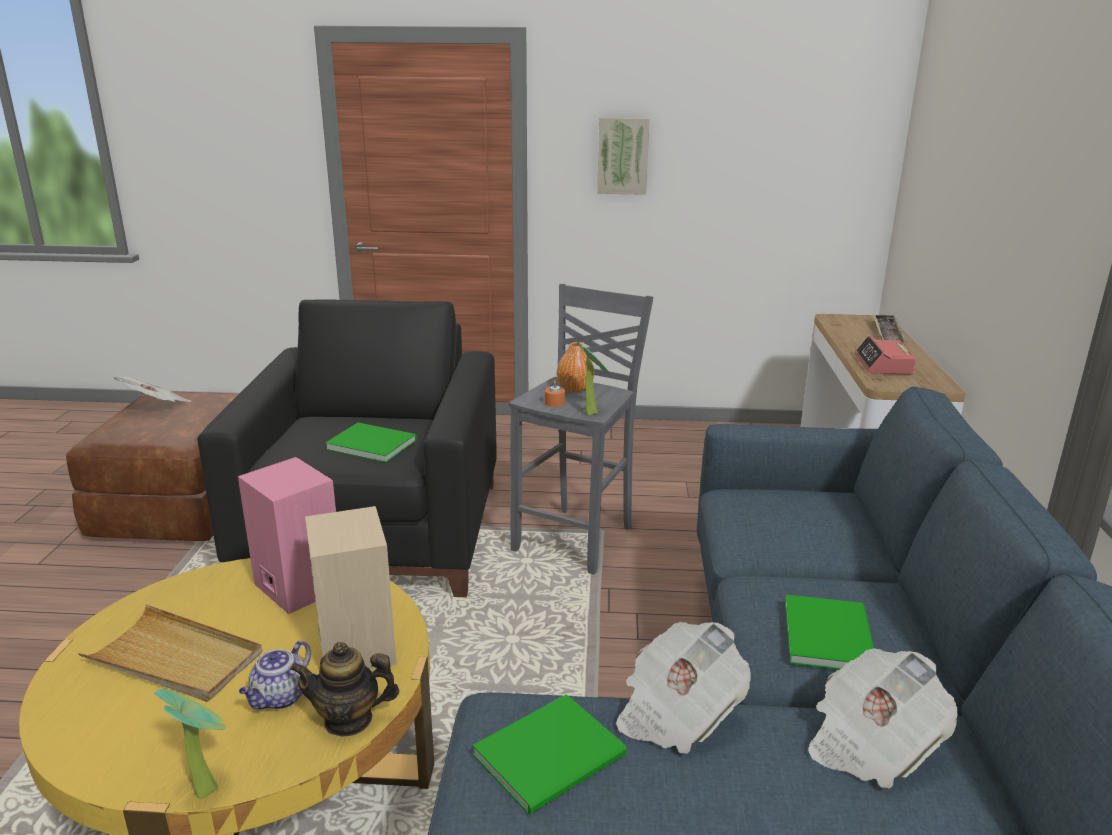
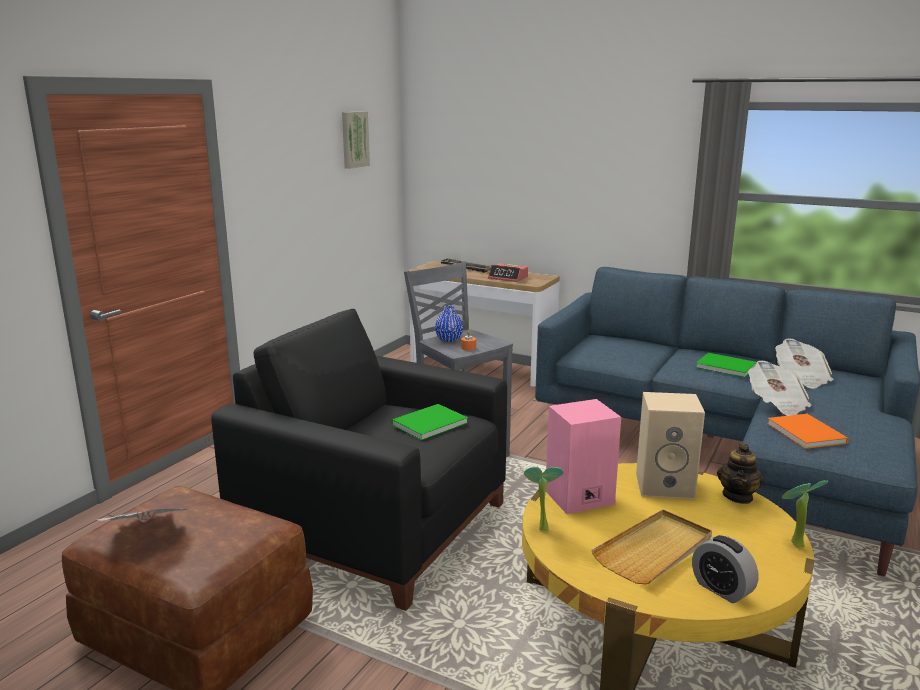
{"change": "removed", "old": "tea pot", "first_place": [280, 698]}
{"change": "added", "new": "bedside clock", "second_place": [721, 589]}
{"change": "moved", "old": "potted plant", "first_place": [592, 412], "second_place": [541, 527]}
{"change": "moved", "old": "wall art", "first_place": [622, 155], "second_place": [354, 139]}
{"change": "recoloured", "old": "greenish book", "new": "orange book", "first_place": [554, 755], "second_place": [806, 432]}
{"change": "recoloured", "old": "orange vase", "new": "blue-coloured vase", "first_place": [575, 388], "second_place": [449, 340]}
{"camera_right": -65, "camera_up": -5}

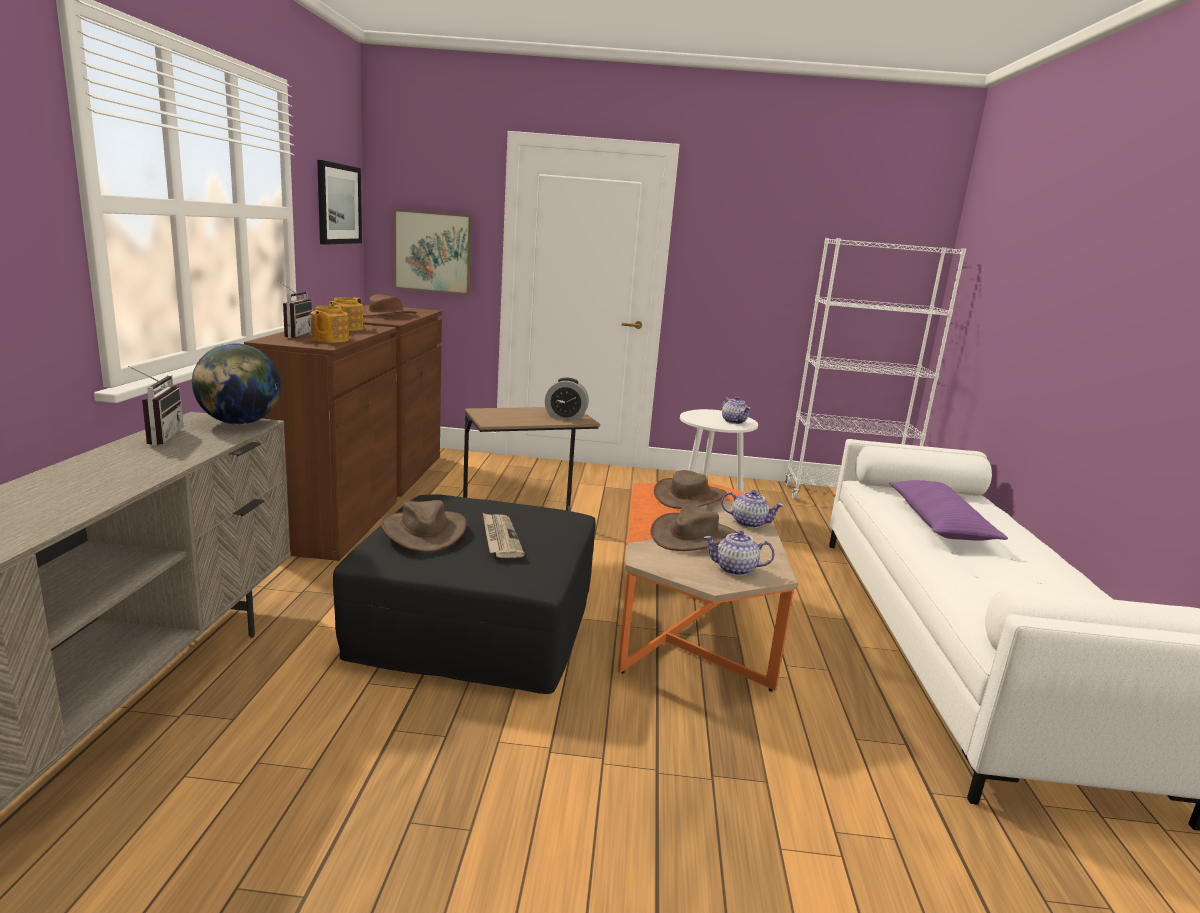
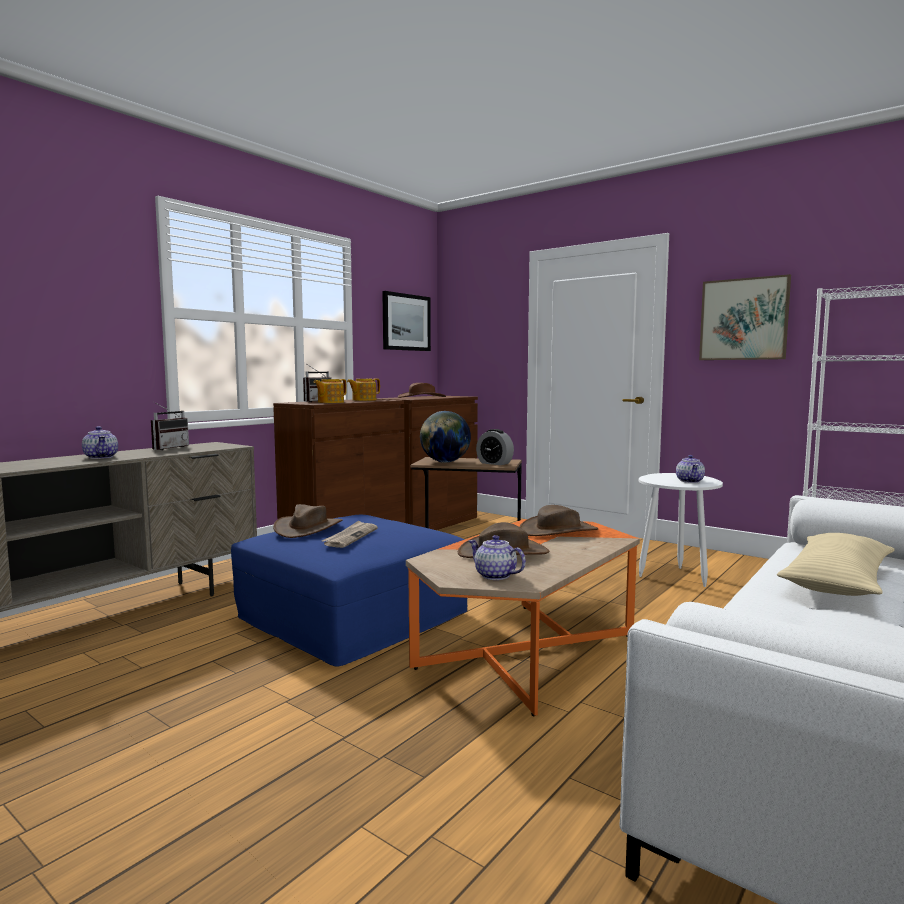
{"change": "moved", "old": "globe", "first_place": [239, 423], "second_place": [445, 462]}
{"change": "moved", "old": "wall art", "first_place": [433, 252], "second_place": [743, 319]}
{"change": "moved", "old": "tea pot", "first_place": [749, 523], "second_place": [101, 457]}
{"change": "recoloured", "old": "black pouffe", "new": "blue-coloured pouffe", "first_place": [476, 623], "second_place": [353, 615]}
{"change": "recoloured", "old": "purplish pillow", "new": "sand-coloured pillow", "first_place": [939, 523], "second_place": [837, 581]}
{"camera_right": 35, "camera_up": -10}

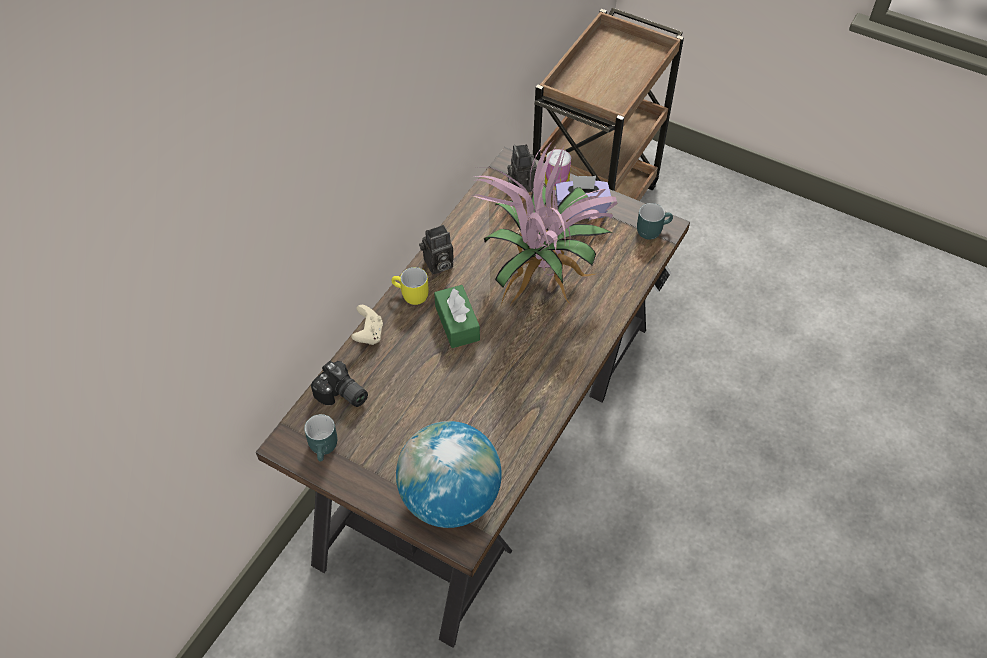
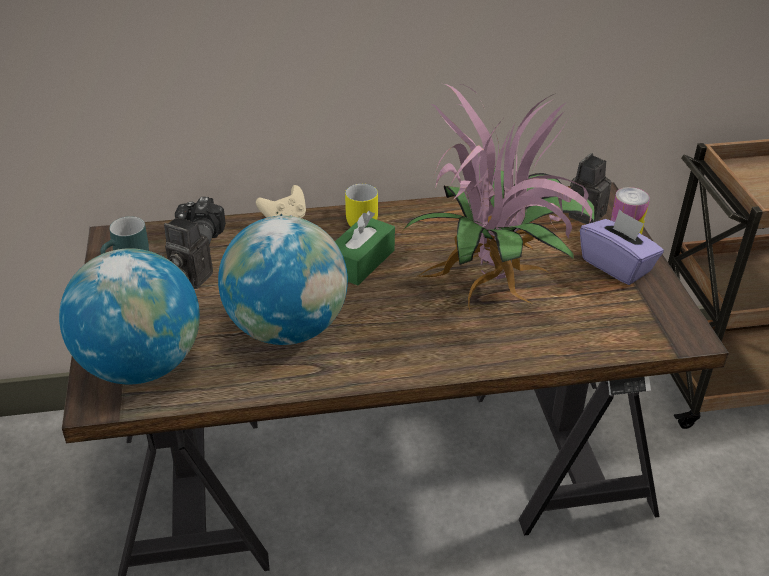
{"change": "removed", "old": "blue-green tea mug", "first_place": [652, 229]}
{"change": "added", "new": "globe", "second_place": [287, 329]}
{"change": "moved", "old": "photo camera", "first_place": [437, 265], "second_place": [188, 278]}
{"camera_right": 50, "camera_up": -15}

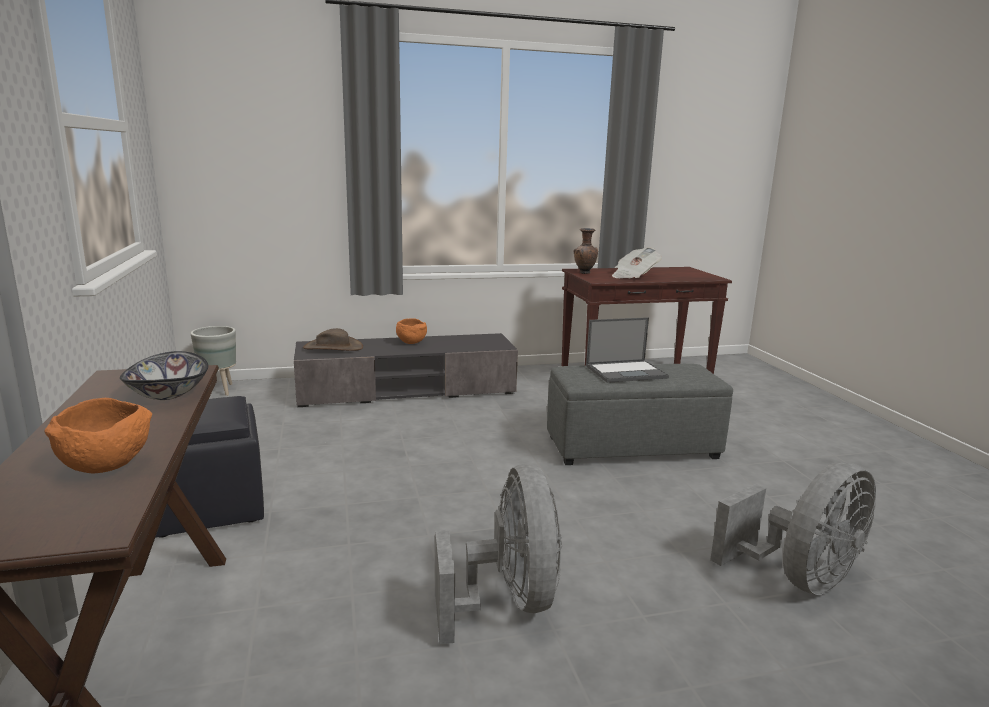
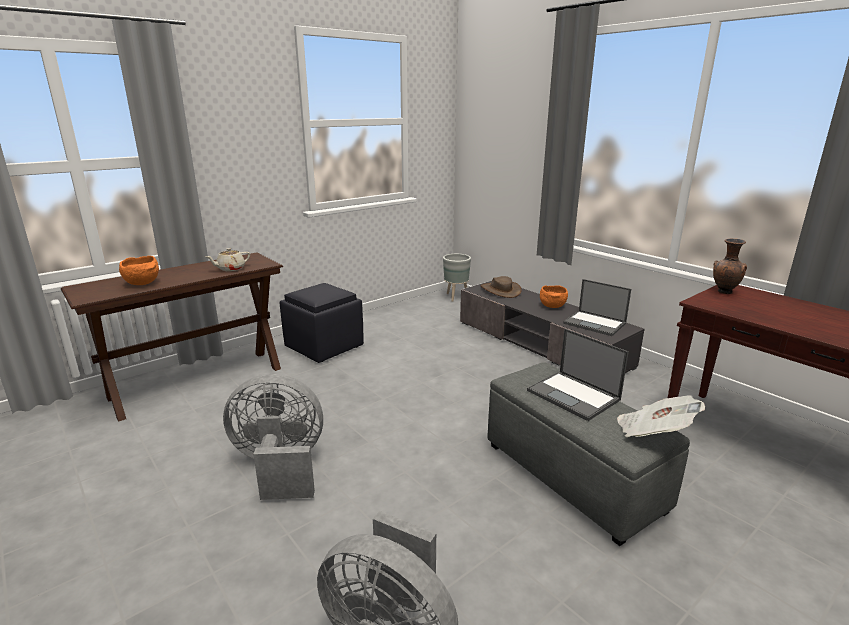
{"change": "added", "new": "portable computer", "second_place": [595, 323]}
{"change": "moved", "old": "daily paper", "first_place": [634, 276], "second_place": [653, 432]}
{"change": "replaced", "old": "deep dish", "new": "sand-coloured tea pot", "first_place": [167, 394], "second_place": [230, 269]}
{"change": "turned", "old": "grey fan", "first_place": [508, 601], "second_place": [280, 467], "degrees": -150}
{"camera_right": 65, "camera_up": 5}

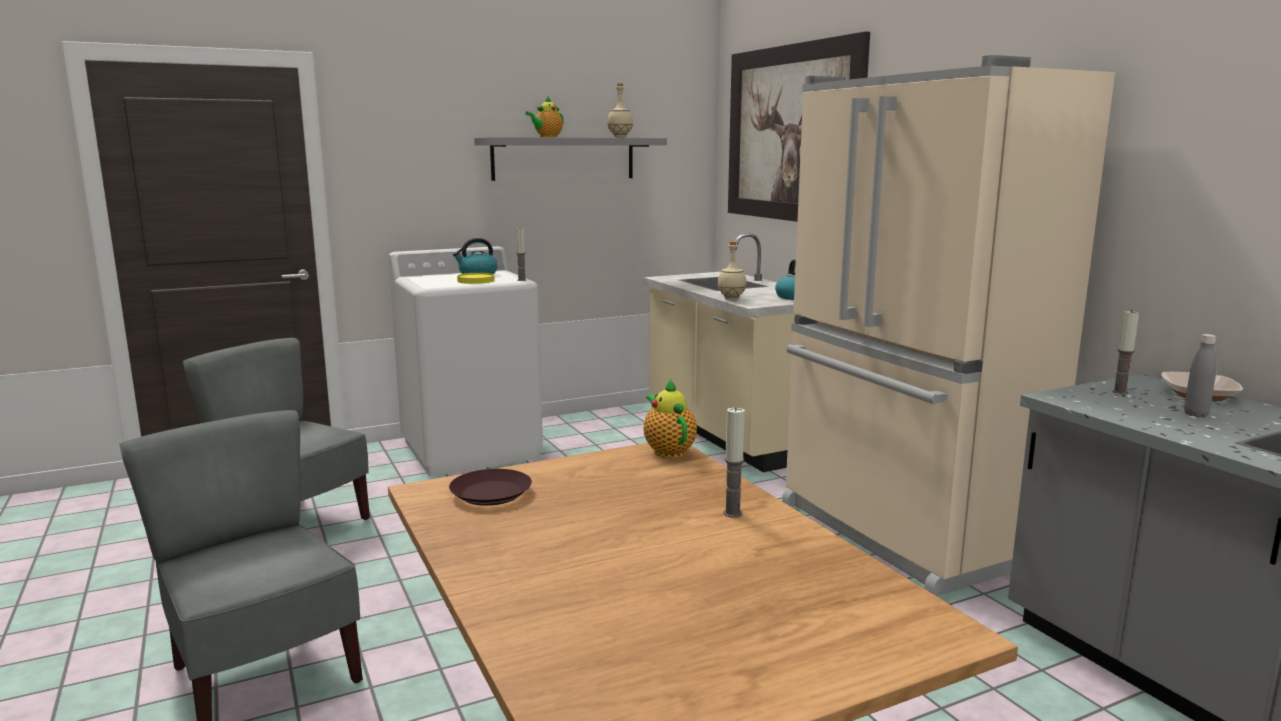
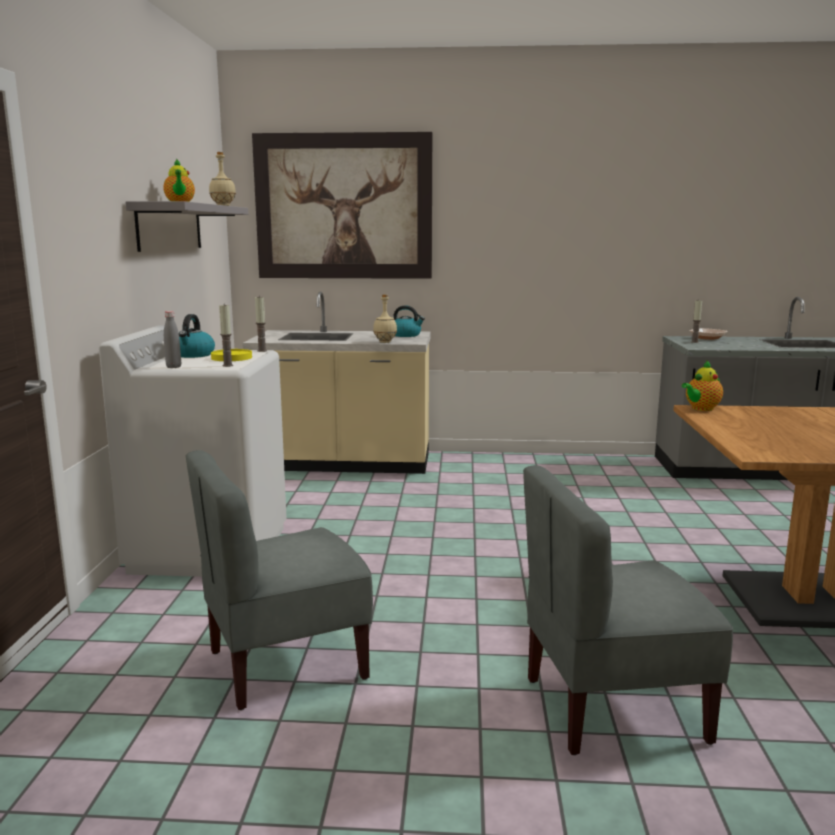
{"change": "removed", "old": "brown plate", "first_place": [490, 493]}
{"change": "removed", "old": "sand-coloured refrigerator", "first_place": [903, 533]}
{"change": "moved", "old": "wax light", "first_place": [732, 513], "second_place": [228, 365]}
{"change": "moved", "old": "grey drink bottle", "first_place": [1195, 414], "second_place": [173, 367]}
{"change": "turned", "old": "tea pot", "first_place": [668, 450], "second_place": [701, 409], "degrees": -45}
{"camera_right": -60, "camera_up": 0}

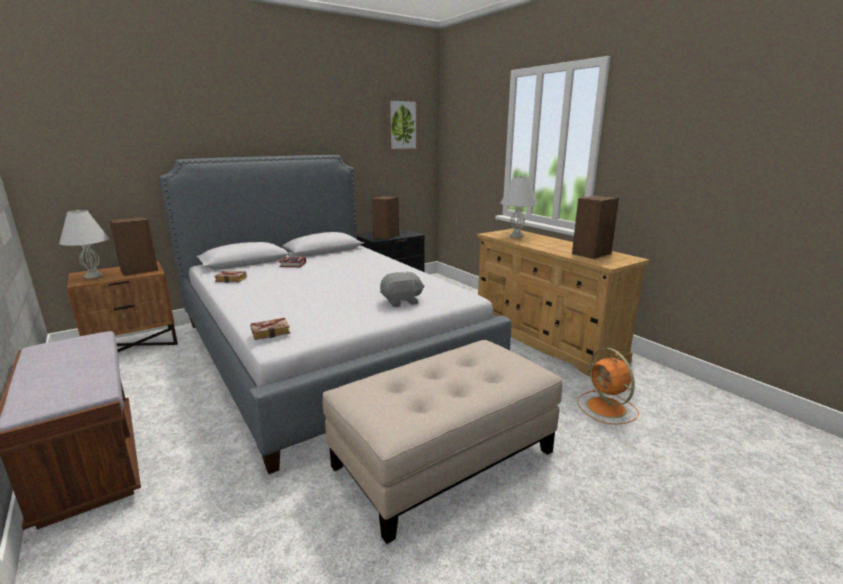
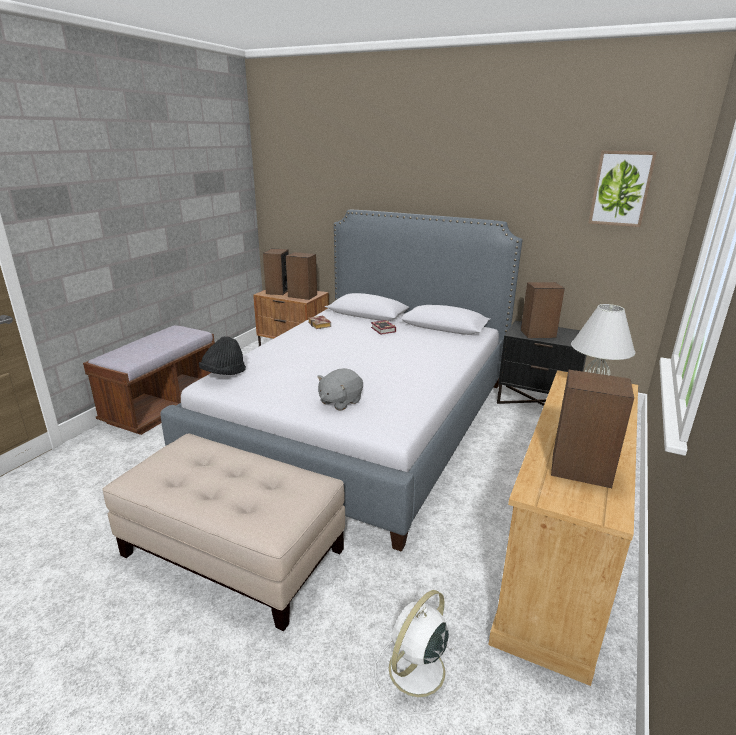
{"change": "replaced", "old": "white tabletop lamp", "new": "speaker", "first_place": [93, 276], "second_place": [278, 291]}
{"change": "replaced", "old": "book", "new": "black wearable hat", "first_place": [272, 331], "second_place": [223, 374]}
{"change": "recoloured", "old": "orange fan", "new": "white fan", "first_place": [607, 408], "second_place": [415, 671]}
{"change": "turned", "old": "grey soft toy", "first_place": [401, 301], "second_place": [340, 402], "degrees": 90}
{"camera_right": 60, "camera_up": 5}

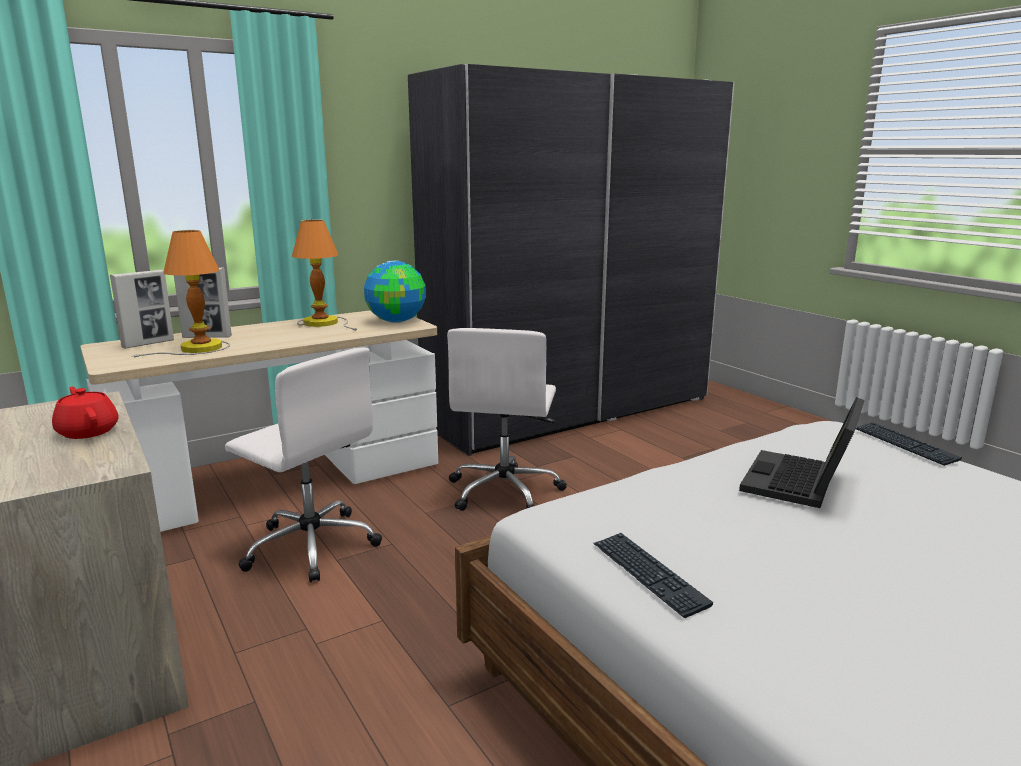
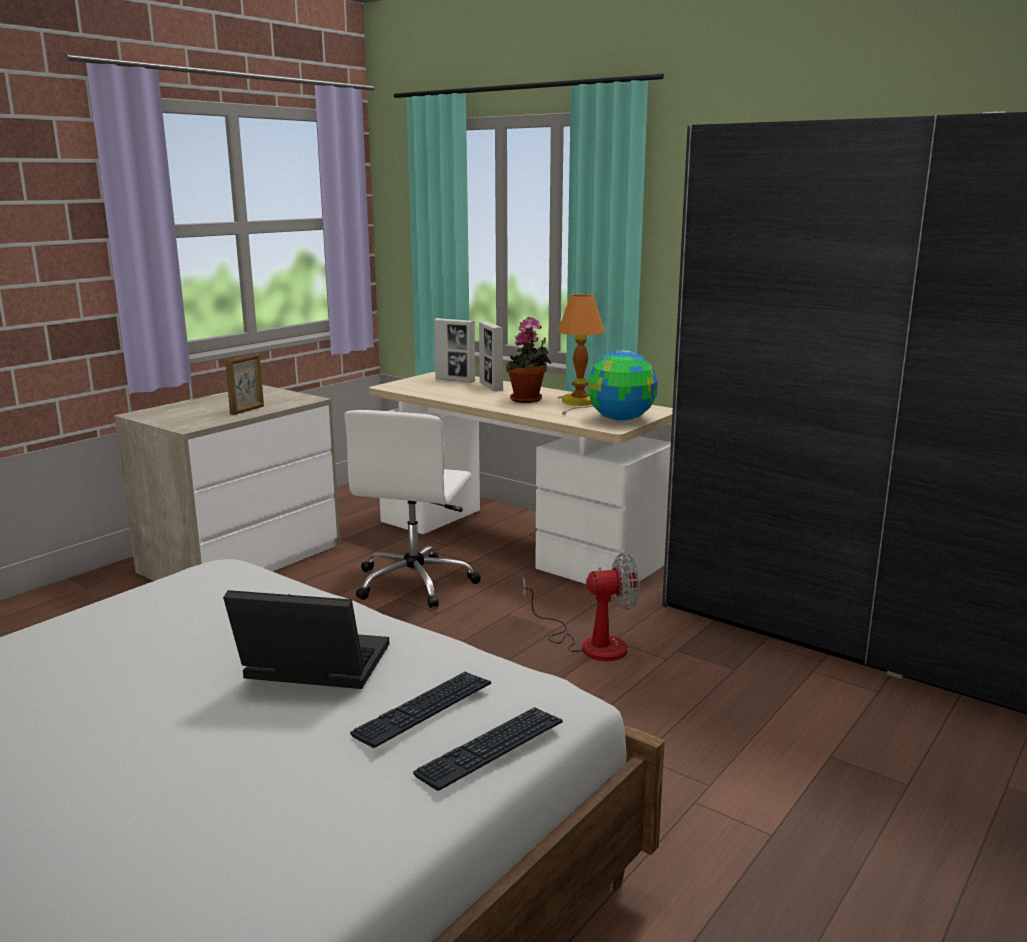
{"change": "removed", "old": "tabletop lamp", "first_place": [197, 349]}
{"change": "added", "new": "potted plant", "second_place": [528, 400]}
{"change": "moved", "old": "computer keyboard", "first_place": [648, 574], "second_place": [423, 710]}
{"change": "replaced", "old": "red-coloured tea pot", "new": "photo frame", "first_place": [88, 431], "second_place": [247, 410]}
{"change": "replaced", "old": "white desk chair", "new": "fan", "first_place": [505, 491], "second_place": [590, 644]}
{"camera_right": 70, "camera_up": 0}

